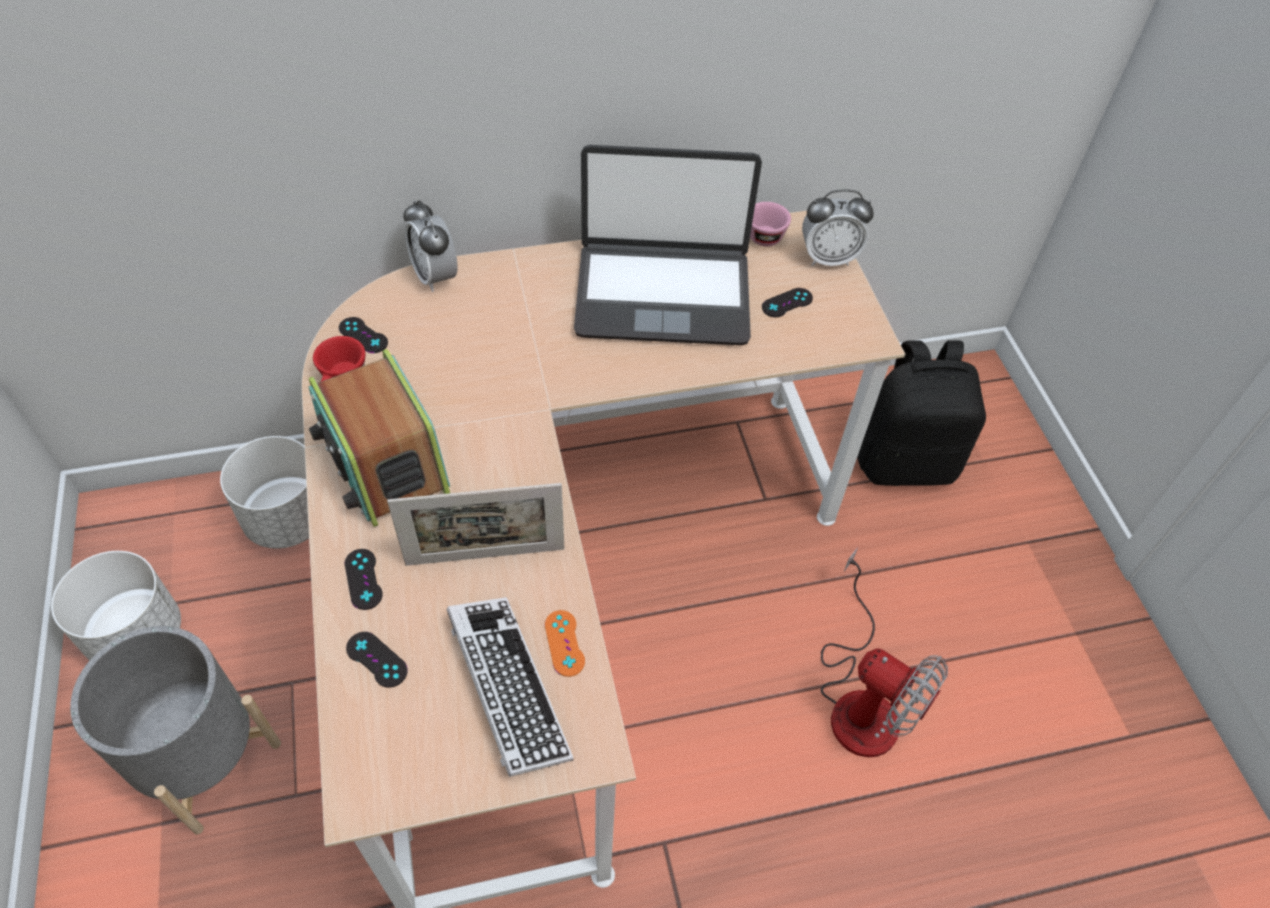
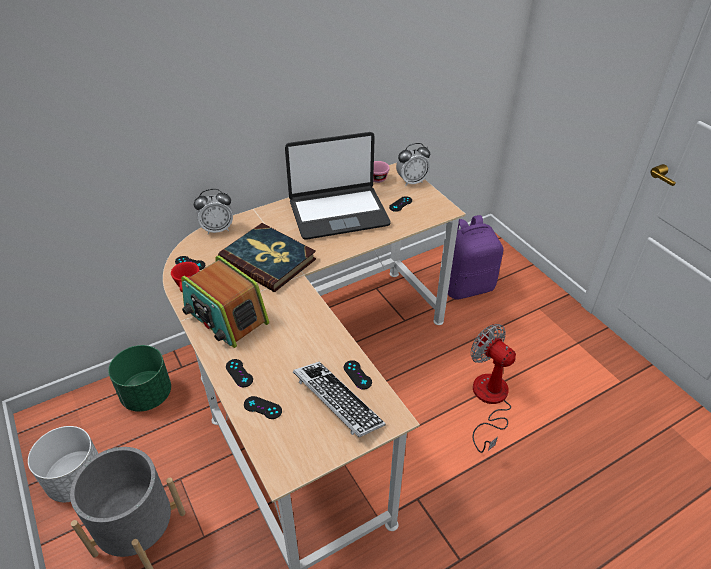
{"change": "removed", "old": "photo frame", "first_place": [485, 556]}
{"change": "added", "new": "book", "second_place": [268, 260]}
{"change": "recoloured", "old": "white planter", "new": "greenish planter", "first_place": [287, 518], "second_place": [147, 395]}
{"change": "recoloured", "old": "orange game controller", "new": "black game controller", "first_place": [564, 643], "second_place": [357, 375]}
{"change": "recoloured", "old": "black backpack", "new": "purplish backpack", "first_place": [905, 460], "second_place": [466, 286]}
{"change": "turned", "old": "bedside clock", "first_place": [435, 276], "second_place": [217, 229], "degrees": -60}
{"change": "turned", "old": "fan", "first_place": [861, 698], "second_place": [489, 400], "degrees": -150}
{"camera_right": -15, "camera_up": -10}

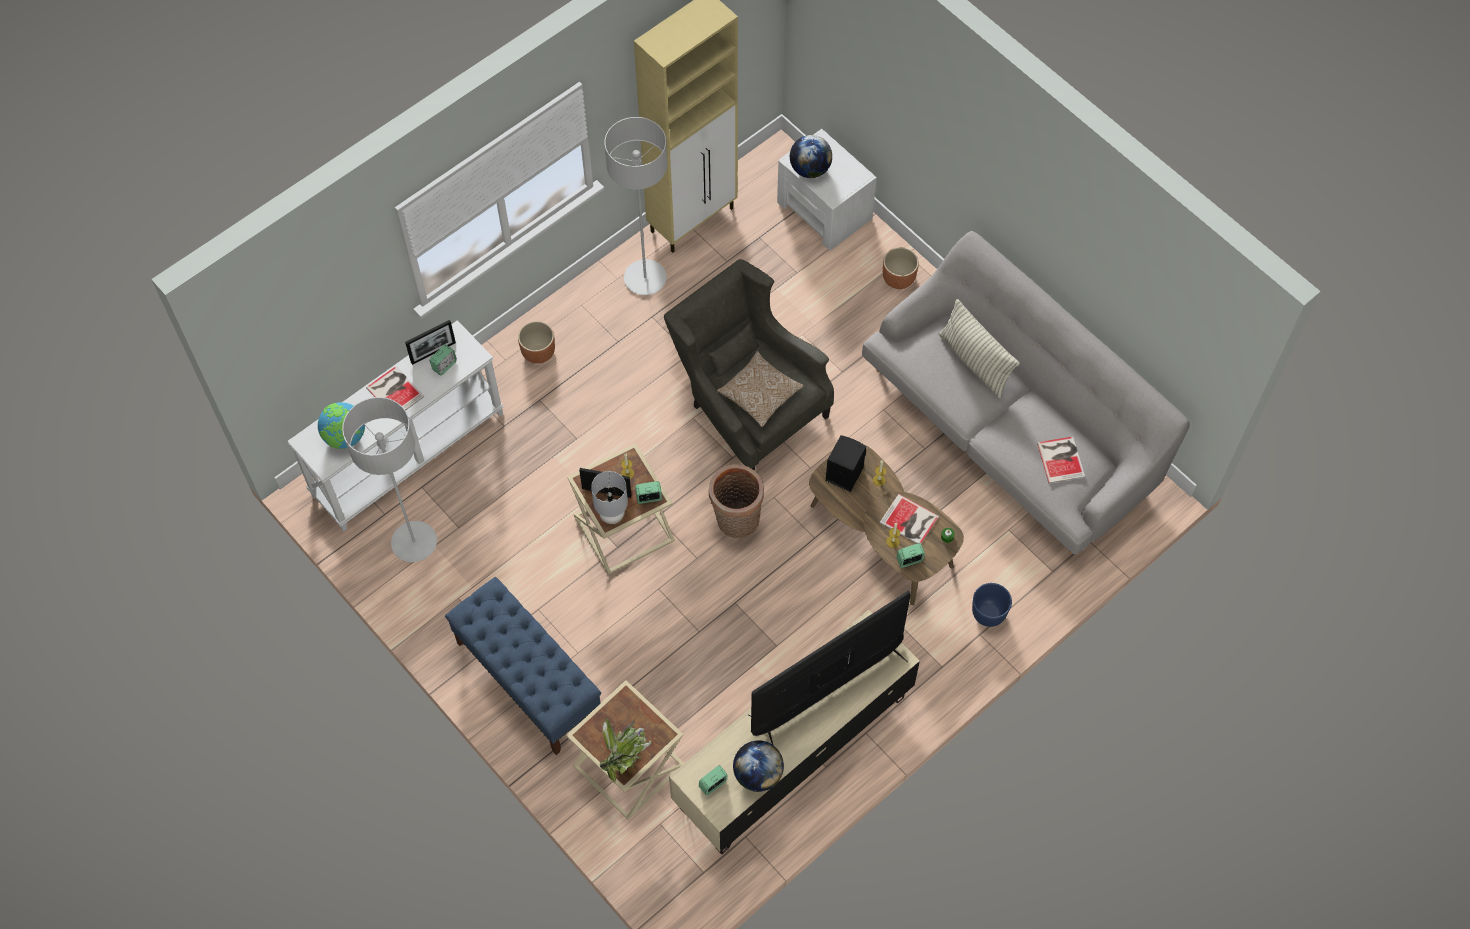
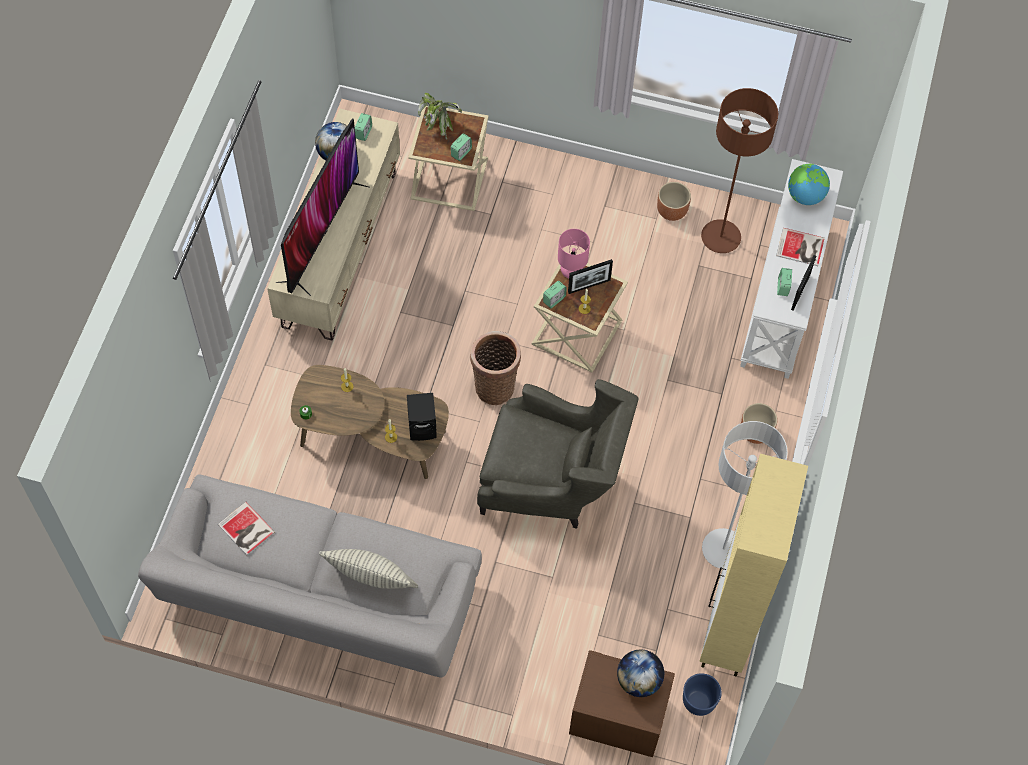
{"change": "removed", "old": "blue-coloured bench", "first_place": [528, 680]}
{"change": "removed", "old": "pillow", "first_place": [759, 395]}
{"change": "removed", "old": "book", "first_place": [909, 521]}
{"change": "moved", "old": "brown planter", "first_place": [899, 278], "second_place": [671, 211]}
{"change": "moved", "old": "bedside clock", "first_place": [909, 560], "second_place": [461, 152]}
{"change": "moved", "old": "blue-coloured planter", "first_place": [988, 613], "second_place": [699, 702]}
{"change": "recoloured", "old": "grey standard lamp", "new": "brown standard lamp", "first_place": [414, 542], "second_place": [720, 237]}
{"change": "recoloured", "old": "grey tabletop lamp", "new": "pink tabletop lamp", "first_place": [611, 515], "second_place": [571, 271]}
{"change": "recoloured", "old": "white bedside table", "new": "brown bedside table", "first_place": [824, 211], "second_place": [617, 715]}
{"camera_right": 145, "camera_up": 0}

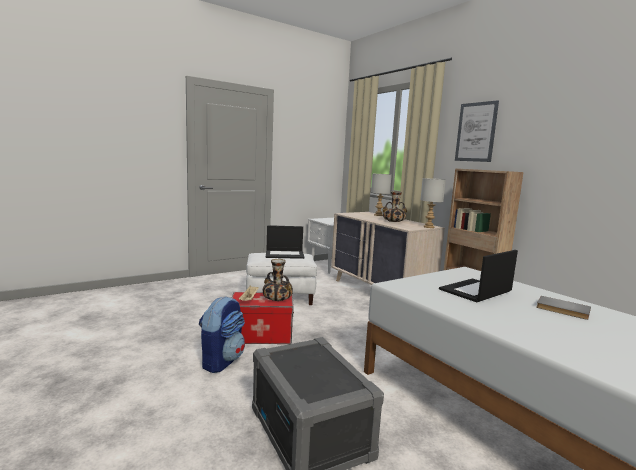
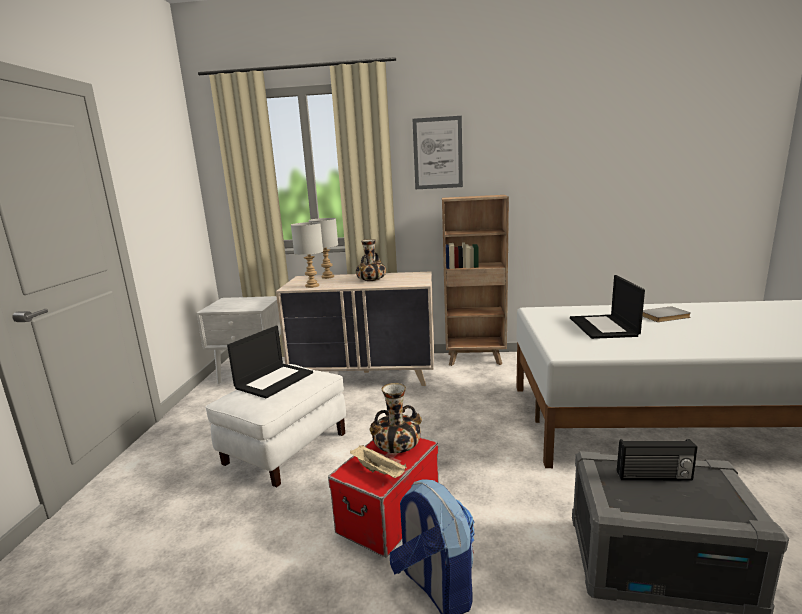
{"change": "added", "new": "radio receiver", "second_place": [654, 477]}
{"change": "moved", "old": "grey tabletop lamp", "first_place": [429, 227], "second_place": [312, 286]}
{"camera_right": -50, "camera_up": 5}

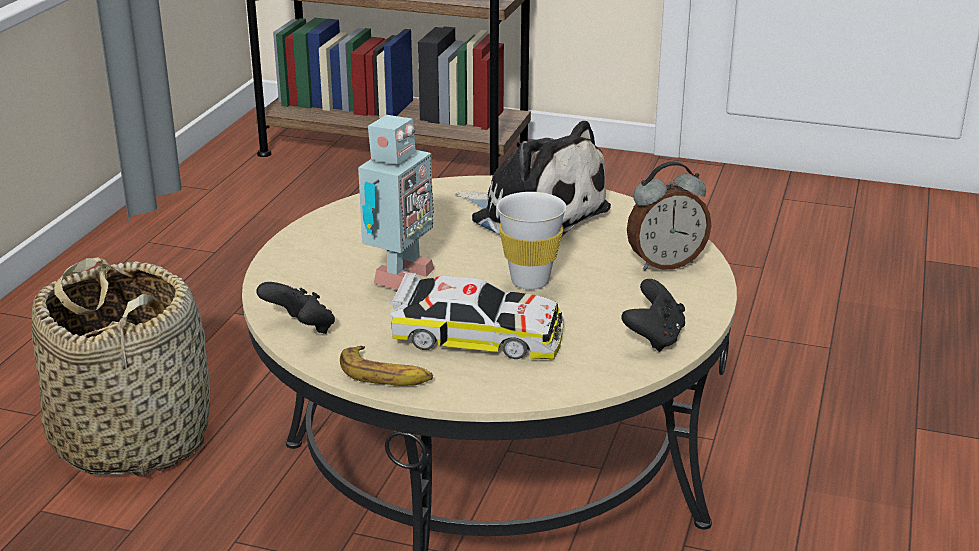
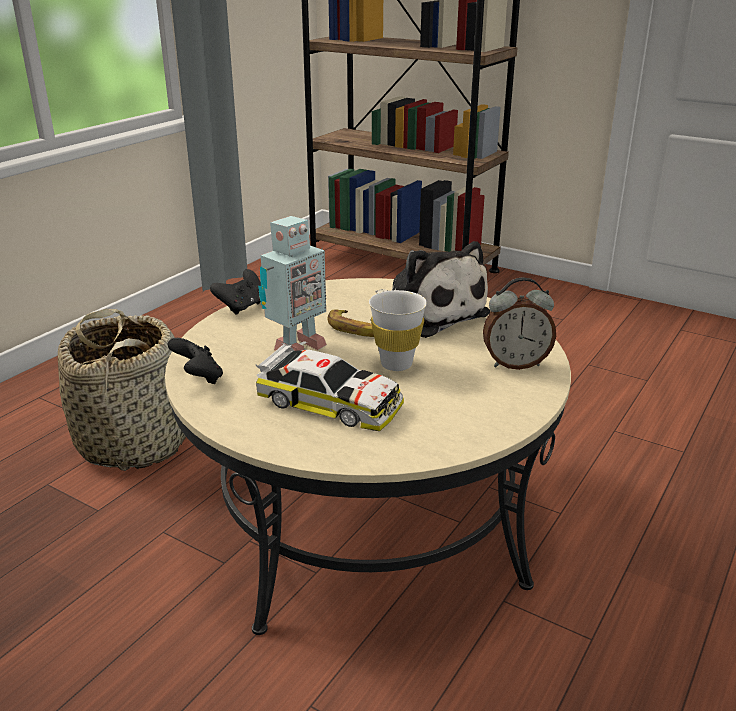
{"change": "moved", "old": "banana", "first_place": [386, 375], "second_place": [355, 329]}
{"change": "moved", "old": "black game controller", "first_place": [654, 338], "second_place": [242, 307]}
{"camera_right": 15, "camera_up": 0}

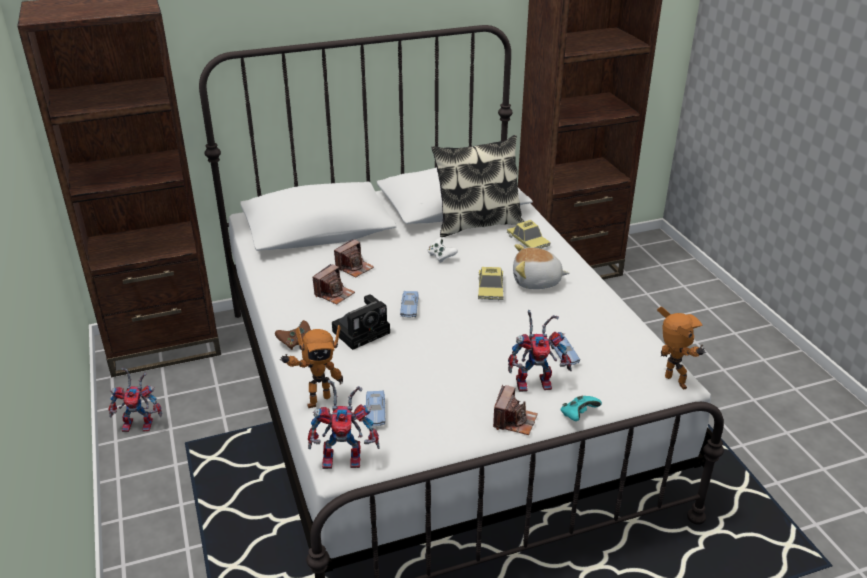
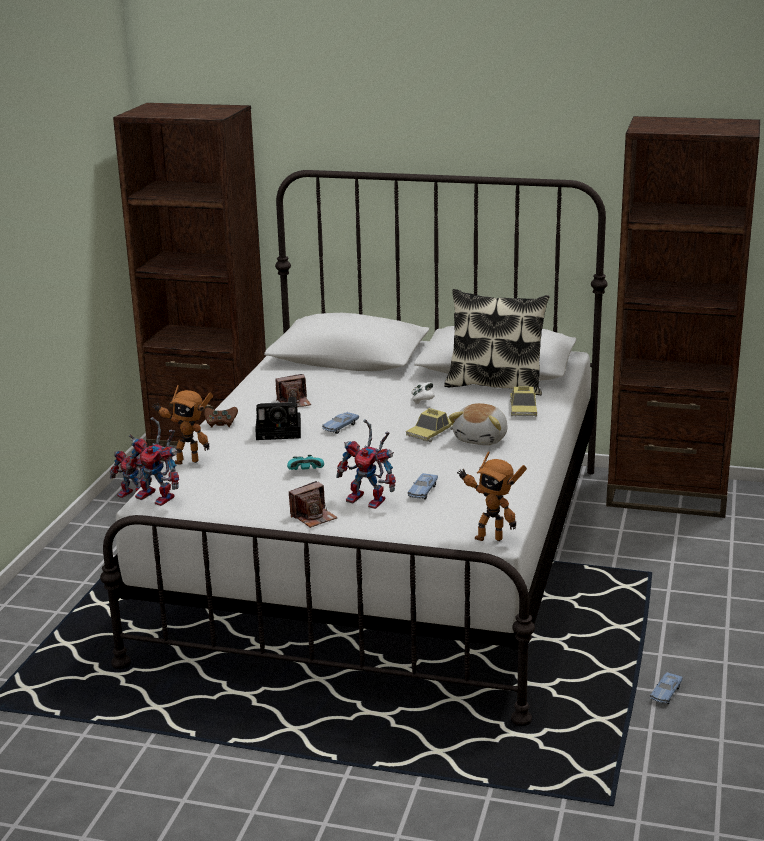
{"change": "removed", "old": "photo camera", "first_place": [354, 268]}
{"change": "moved", "old": "blue-coloured miniature car", "first_place": [375, 413], "second_place": [666, 693]}
{"change": "moved", "old": "blue-green game controller", "first_place": [578, 415], "second_place": [306, 472]}
{"change": "turned", "old": "soft toy", "first_place": [536, 282], "second_place": [482, 439], "degrees": -105}
{"change": "turned", "old": "toy robot", "first_place": [673, 384], "second_place": [489, 537], "degrees": 105}
{"camera_right": 35, "camera_up": -10}

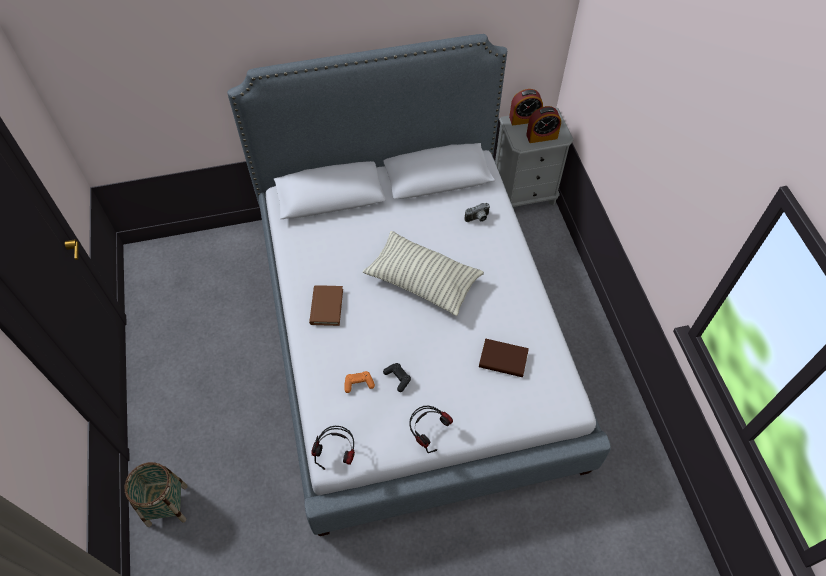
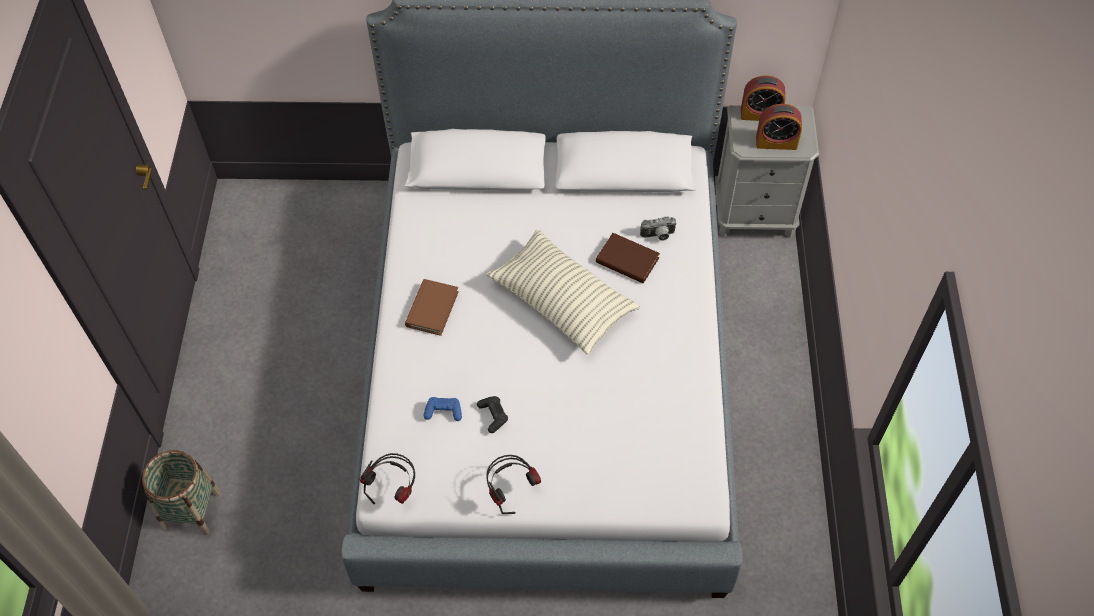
{"change": "moved", "old": "brown book", "first_place": [503, 359], "second_place": [627, 260]}
{"change": "recoloured", "old": "orange game controller", "new": "blue-coloured game controller", "first_place": [358, 383], "second_place": [443, 411]}
{"camera_right": 15, "camera_up": 0}

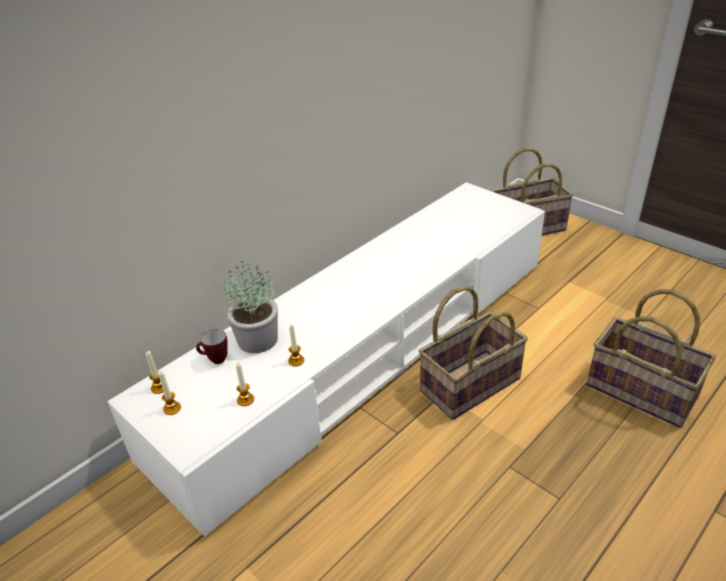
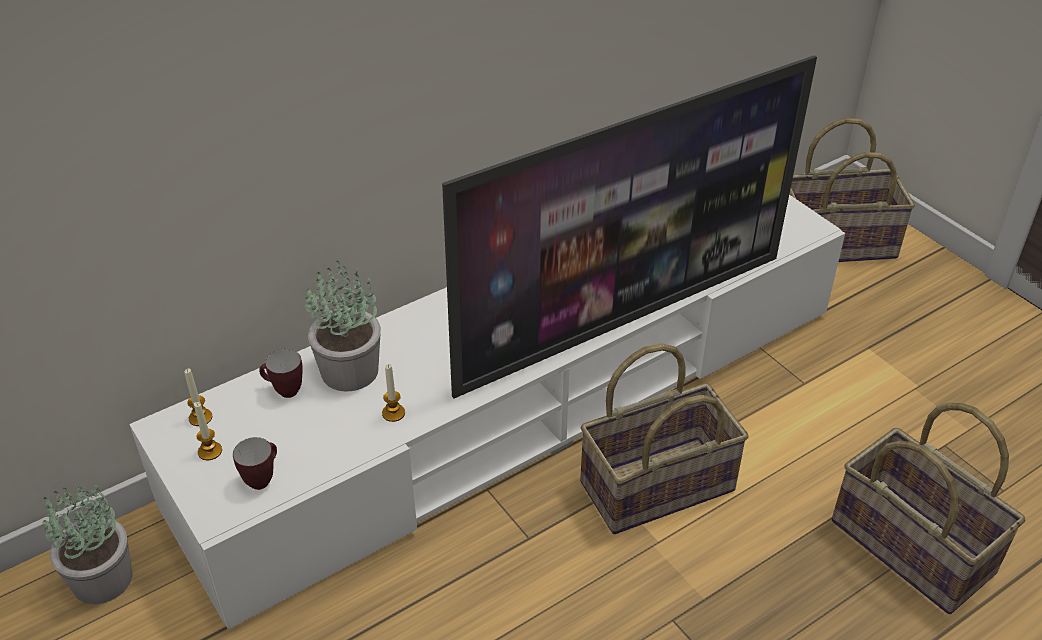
{"change": "removed", "old": "wax light", "first_place": [245, 400]}
{"change": "added", "new": "potted plant", "second_place": [102, 580]}
{"change": "added", "new": "tea mug", "second_place": [262, 478]}
{"change": "added", "new": "TV set", "second_place": [621, 319]}
{"camera_right": 10, "camera_up": 5}

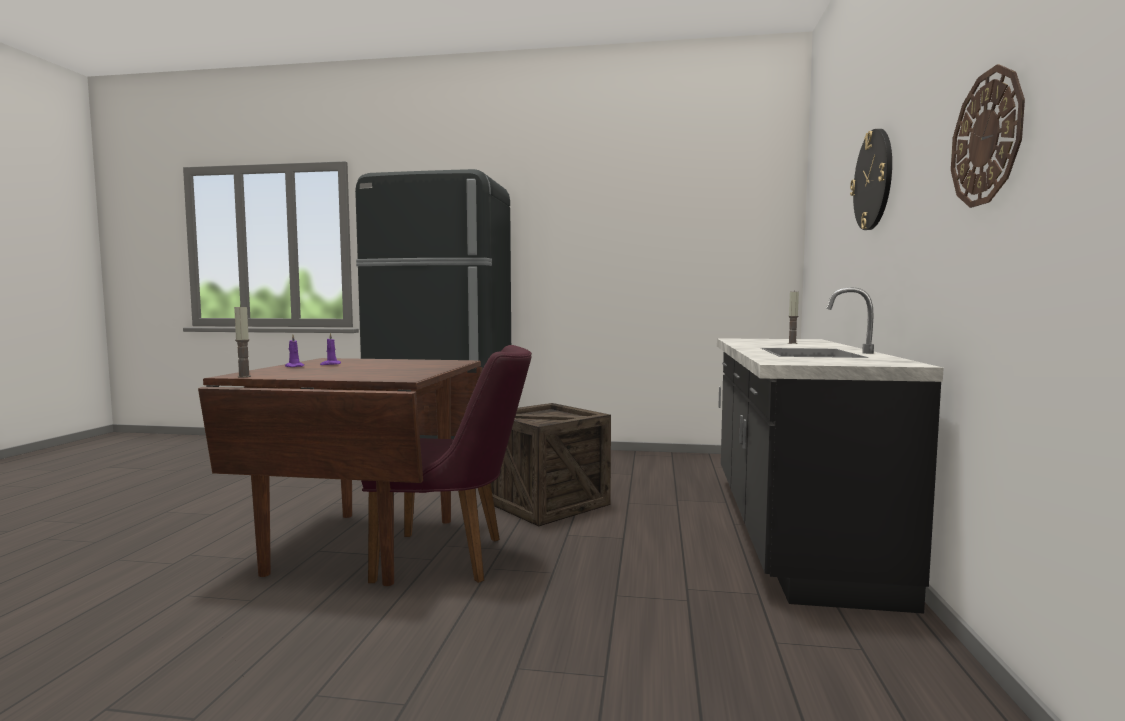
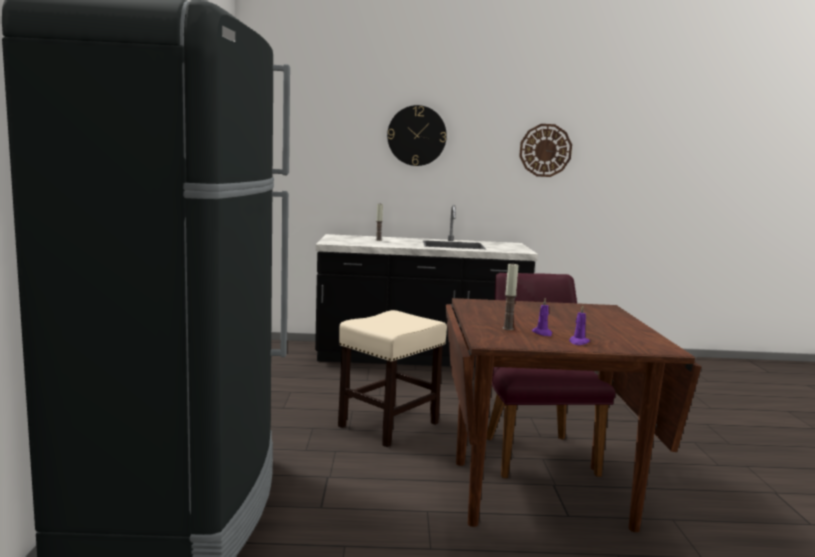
{"change": "moved", "old": "wax light", "first_place": [244, 376], "second_place": [508, 328]}
{"change": "replaced", "old": "crate", "new": "sand-coloured stool seat", "first_place": [546, 503], "second_place": [389, 424]}
{"camera_right": -100, "camera_up": 5}

